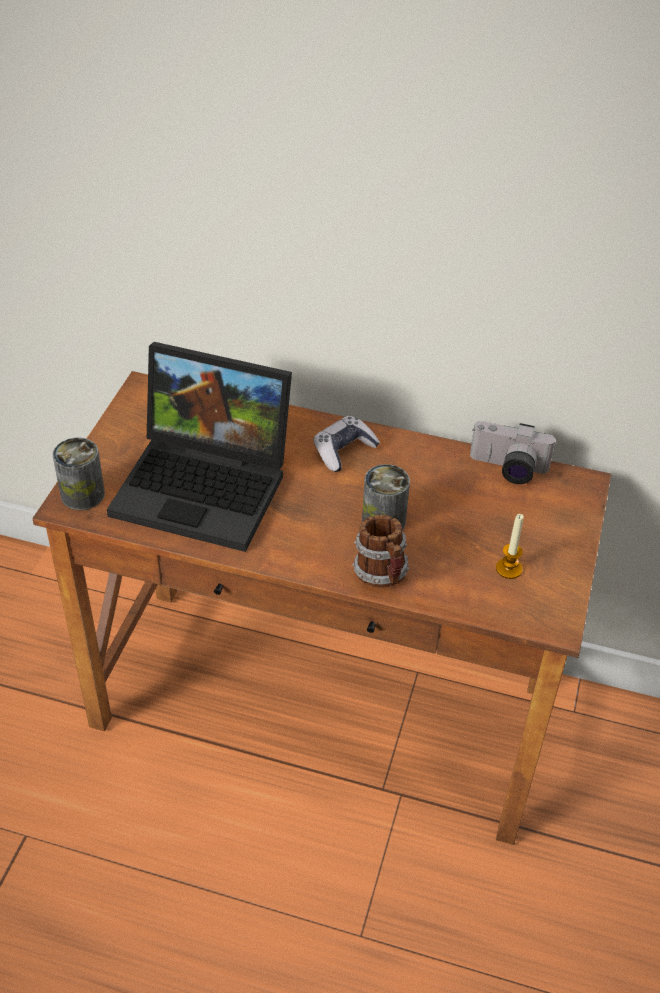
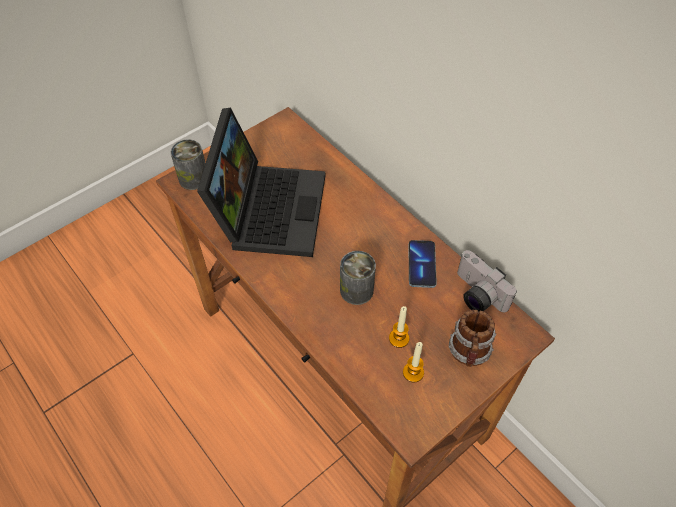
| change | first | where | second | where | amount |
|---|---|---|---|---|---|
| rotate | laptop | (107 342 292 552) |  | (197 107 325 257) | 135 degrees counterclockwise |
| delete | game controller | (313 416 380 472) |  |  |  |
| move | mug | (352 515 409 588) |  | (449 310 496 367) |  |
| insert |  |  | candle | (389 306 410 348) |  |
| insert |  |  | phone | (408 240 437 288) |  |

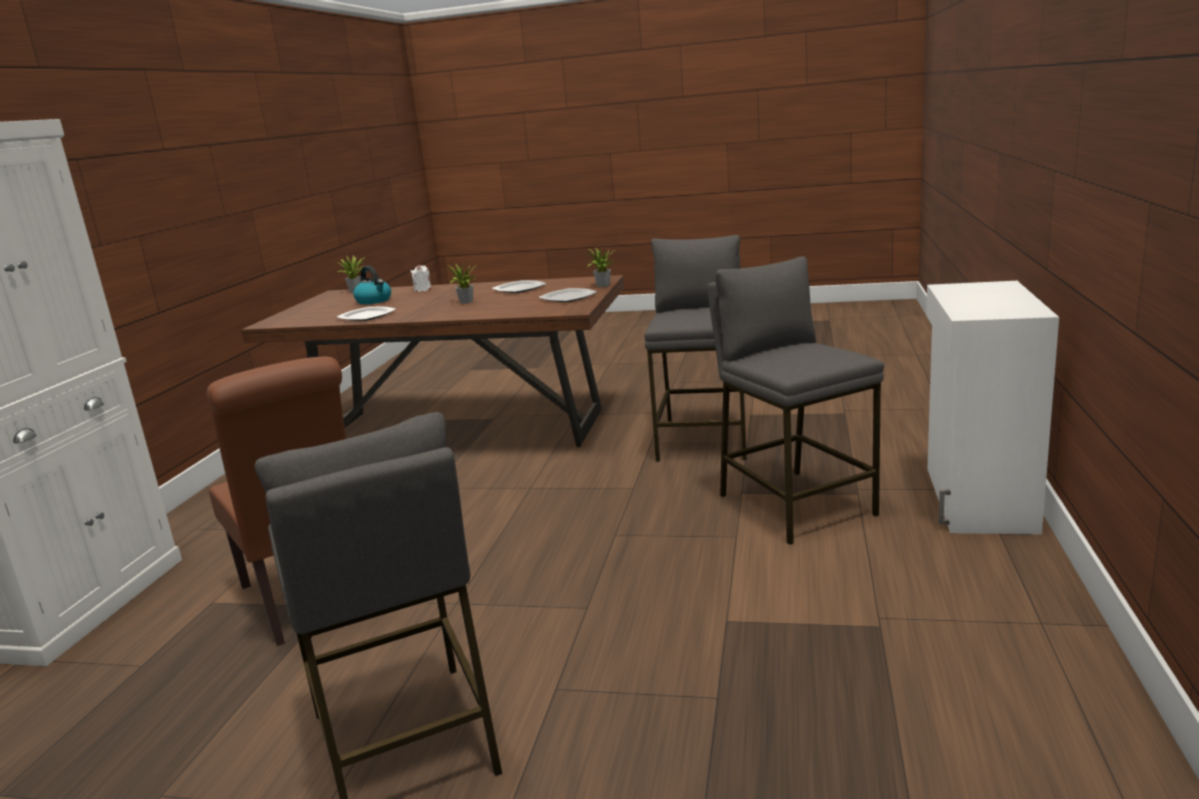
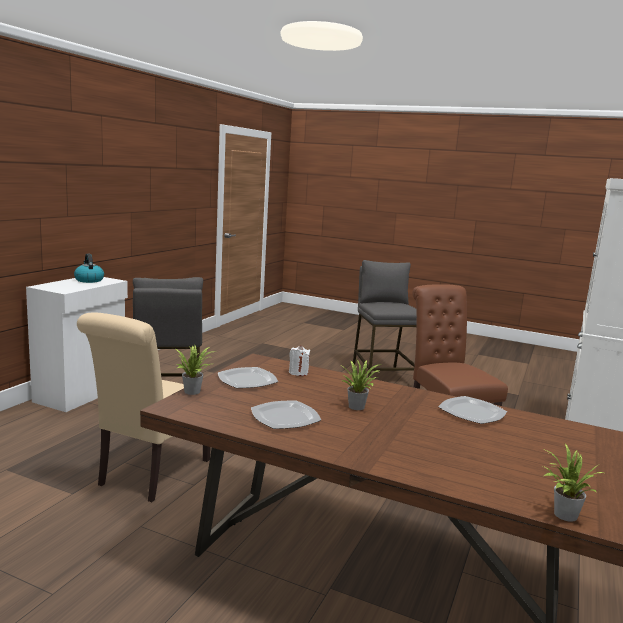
| change | first | where | second | where | amount |
|---|---|---|---|---|---|
| move | kettle | (353 266 391 304) |  | (74 254 104 283) |  |
| move | white candle | (411 265 432 292) |  | (289 345 310 376) |  |
| replace | grey stool | (644 235 747 462) | beige chair | (77 313 211 502) |  |

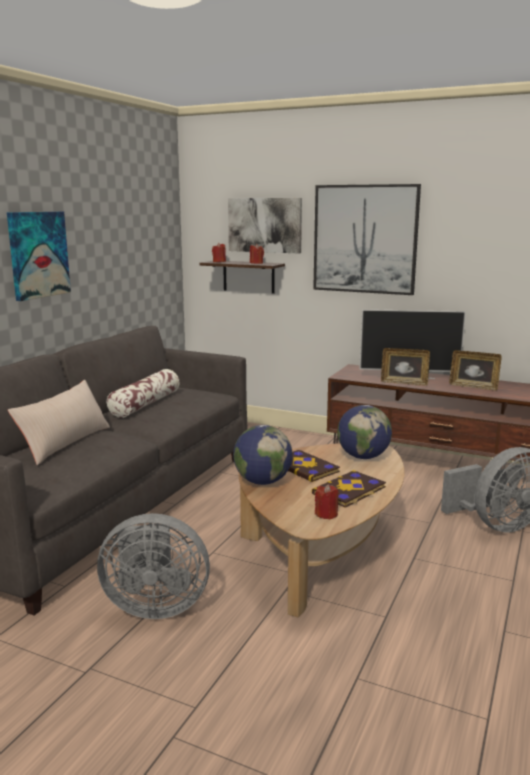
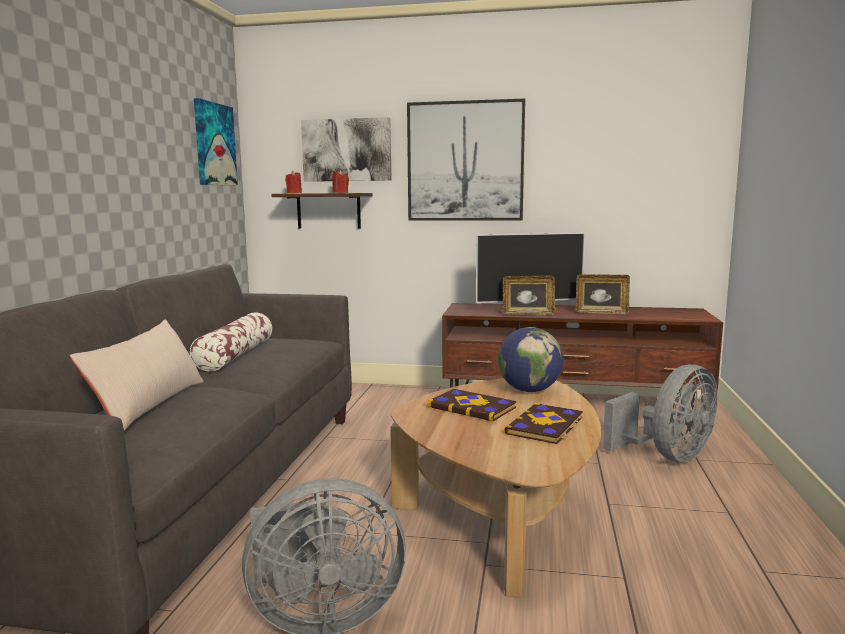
| change | first | where | second | where | amount |
|---|---|---|---|---|---|
| move | picture | (7 211 71 301) |  | (194 98 238 186) |  |
| delete | globe | (233 425 293 485) |  |  |  |
| delete | red candle | (315 484 339 519) |  |  |  |

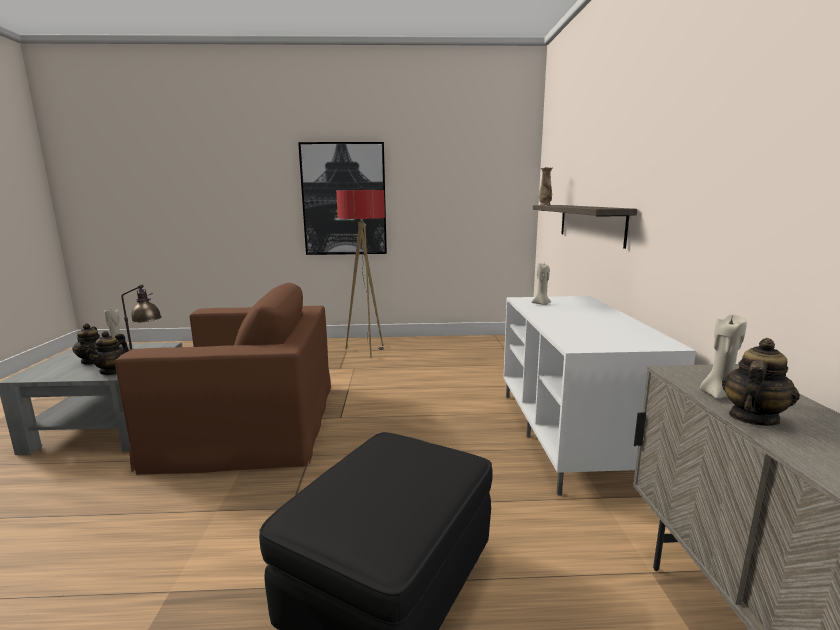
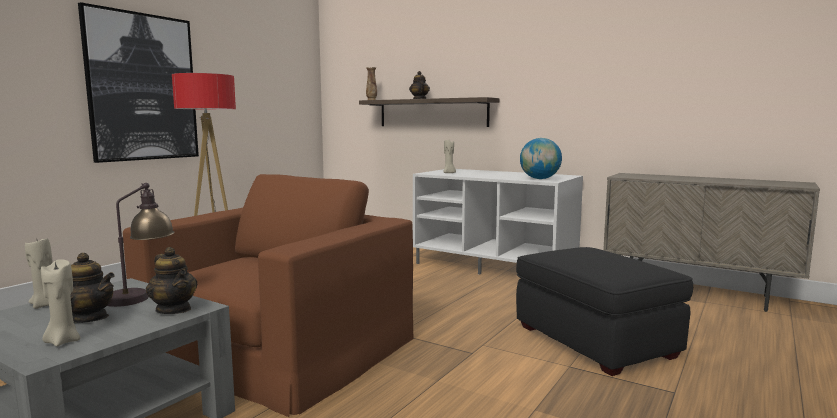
| change | first | where | second | where | amount |
|---|---|---|---|---|---|
| move | beige candle | (700 314 747 399) |  | (41 259 80 346) |  |
| move | teapot | (722 338 800 426) |  | (409 71 430 99) |  |
| insert |  |  | globe | (520 138 562 179) |  |

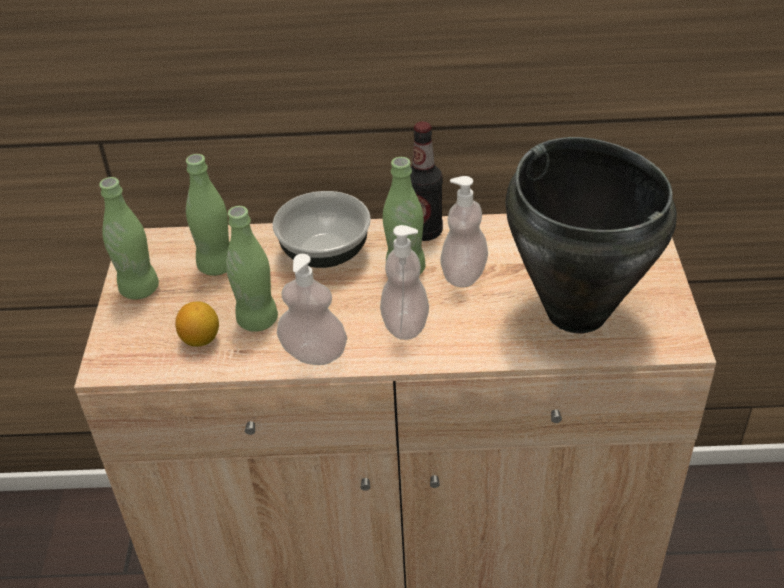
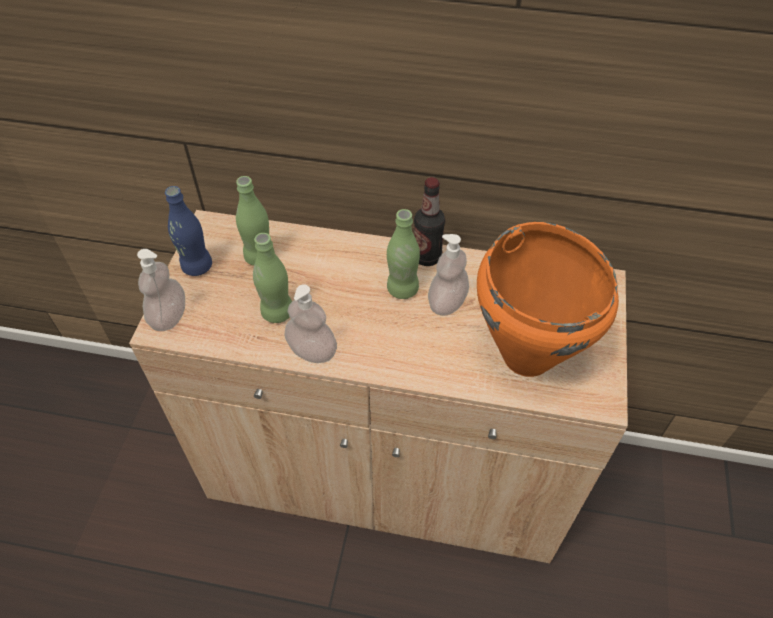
| change | first | where | second | where | amount |
|---|---|---|---|---|---|
| recolor | green bottle | (99 177 159 300) | blue bottle | (165 186 212 276) |  |
| delete | lemon | (175 301 219 346) |  |  |  |
| delete | bowl | (273 191 371 268) |  |  |  |
| move | soap dispenser | (380 225 429 340) |  | (137 249 185 331) |  |
| recolor | black cooking pot | (506 137 677 333) | orange cooking pot | (477 222 619 377) |  |

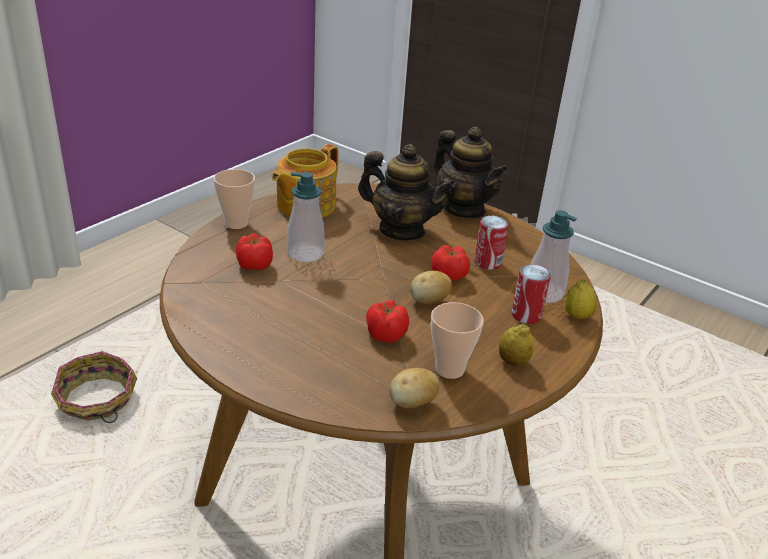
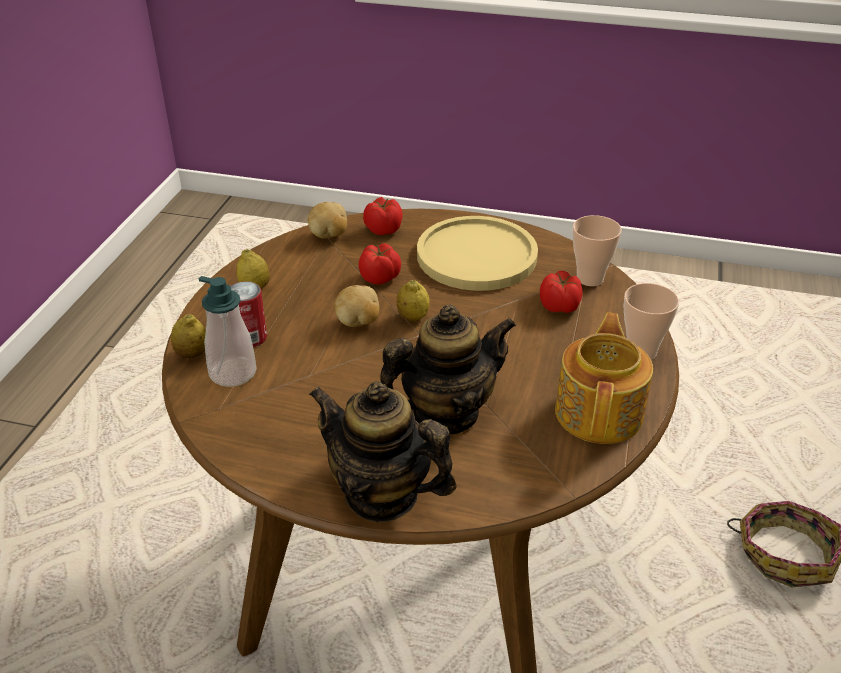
| change | first | where | second | where | amount |
|---|---|---|---|---|---|
| delete | soap dispenser | (287 172 325 262) |  |  |  |
| rotate | teapot | (358 144 455 240) |  | (380 305 516 434) | 150 degrees clockwise |
| move | tomato | (431 245 470 281) |  | (363 197 403 235) |  |
| move | cup | (431 302 484 379) |  | (572 215 622 286) |  |
| delete | can | (474 216 509 270) |  |  |  |
| insert |  |  | lemon | (397 280 430 321) |  |
| insert |  |  | yellow plate | (417 216 538 291) |  |

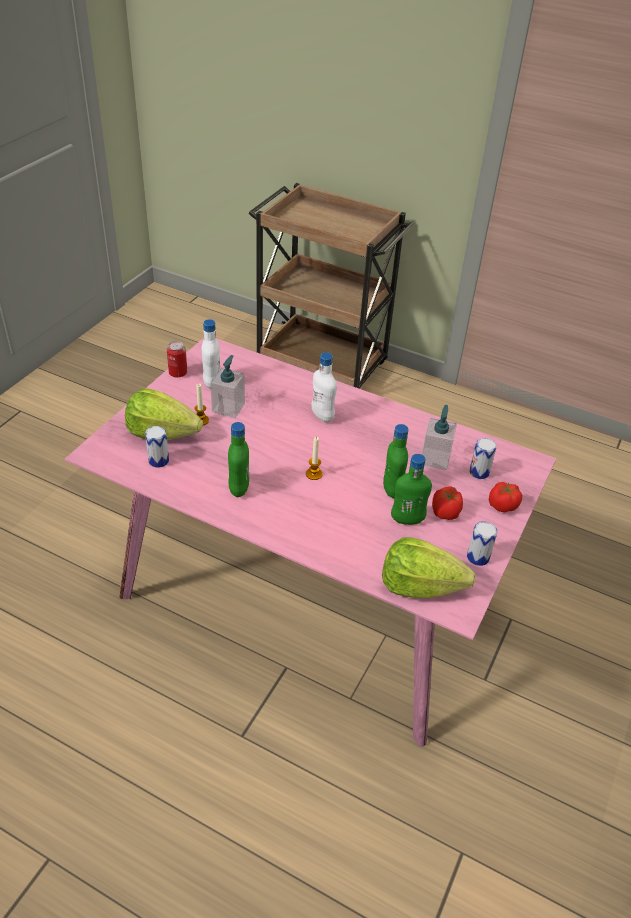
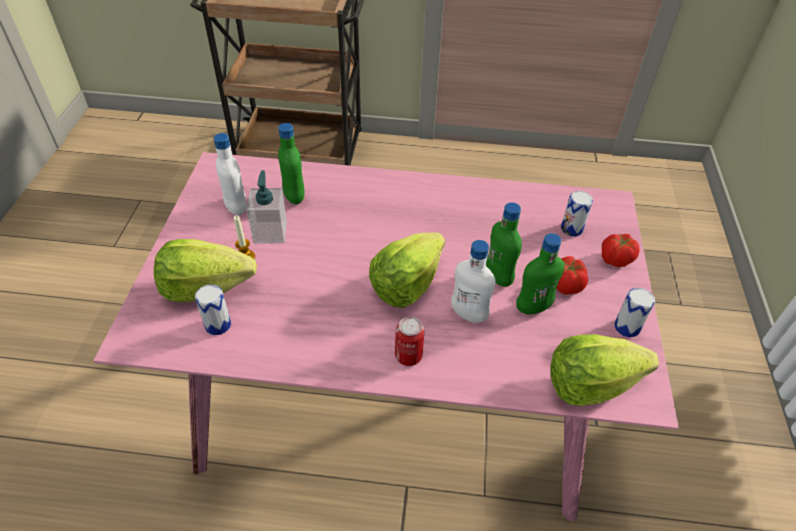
| change | first | where | second | where | amount |
|---|---|---|---|---|---|
| move | can | (167 341 187 378) |  | (395 317 424 366) |  |
| move | green bottle | (228 422 249 497) |  | (278 123 305 204) |  |
| replace | candle | (306 437 322 480) | lettuce | (369 232 445 308) |  |
| move | white bottle | (311 352 337 423) |  | (451 240 496 323) |  |
| delete | soap dispenser | (422 405 457 470) |  |  |  |

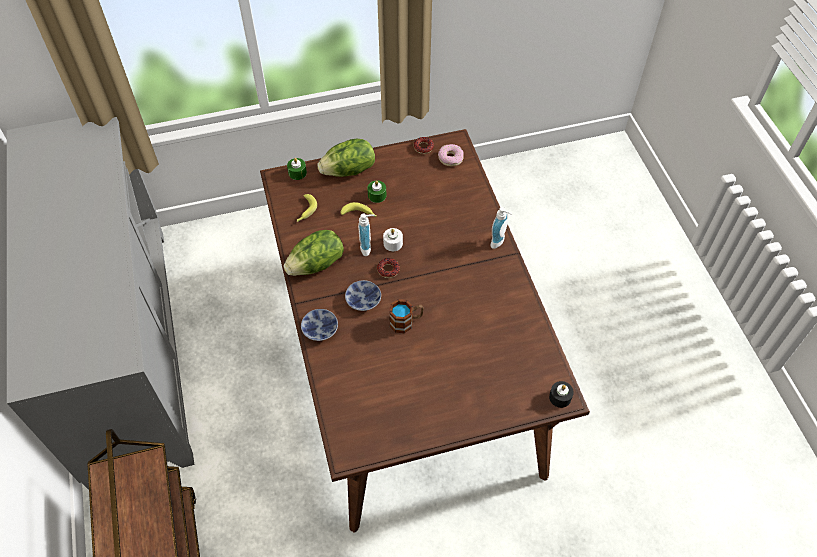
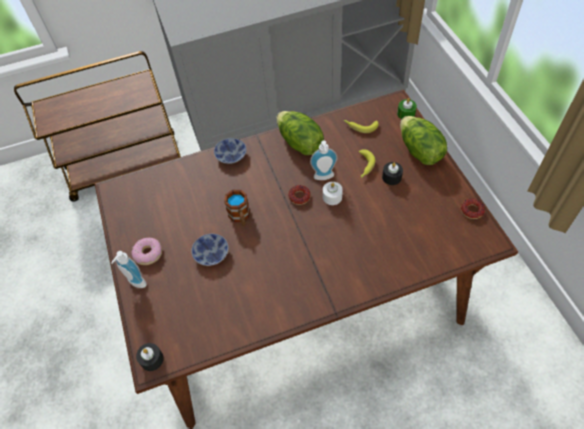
| change | first | where | second | where | amount |
|---|---|---|---|---|---|
| move | bowl | (345 280 381 311) |  | (191 234 229 266) |  |
| recolor | green candle | (367 181 386 203) | black candle | (382 162 403 185) |  |
| move | donut | (438 144 464 166) |  | (132 238 162 265) |  |
| move | soap dispenser | (490 207 512 249) |  | (111 251 147 288) |  |

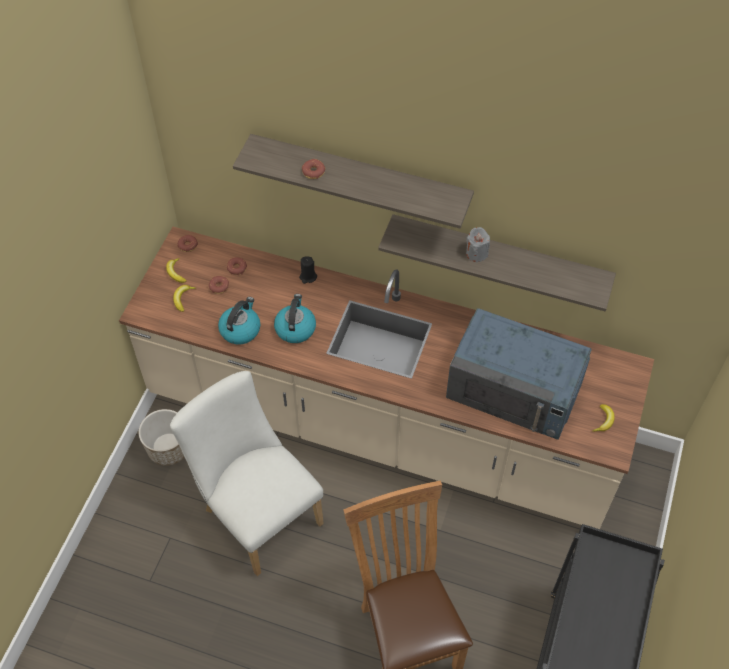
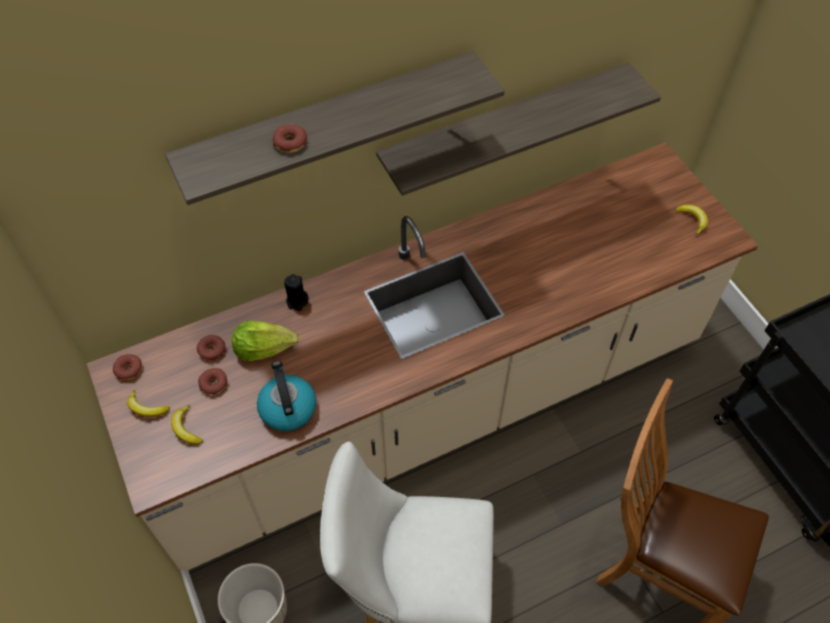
| change | first | where | second | where | amount |
|---|---|---|---|---|---|
| delete | kettle | (274 294 316 343) |  |  |  |
| delete | blue microwave | (446 308 592 440) |  |  |  |
| delete | grey candle | (466 227 490 262) |  |  |  |
| insert |  |  | lettuce | (232 321 299 361) |  |

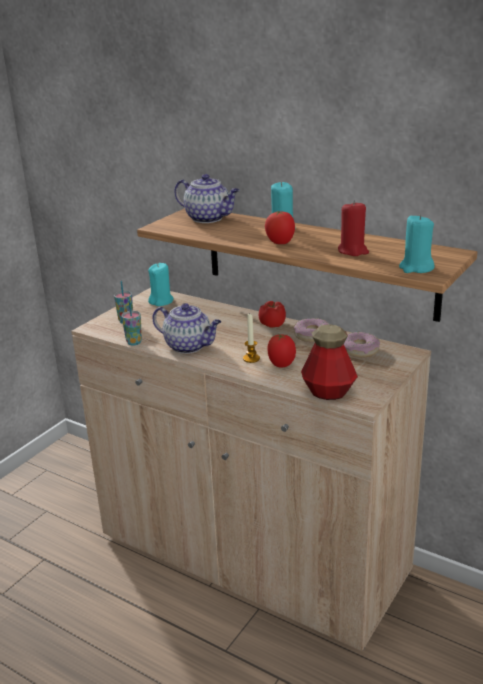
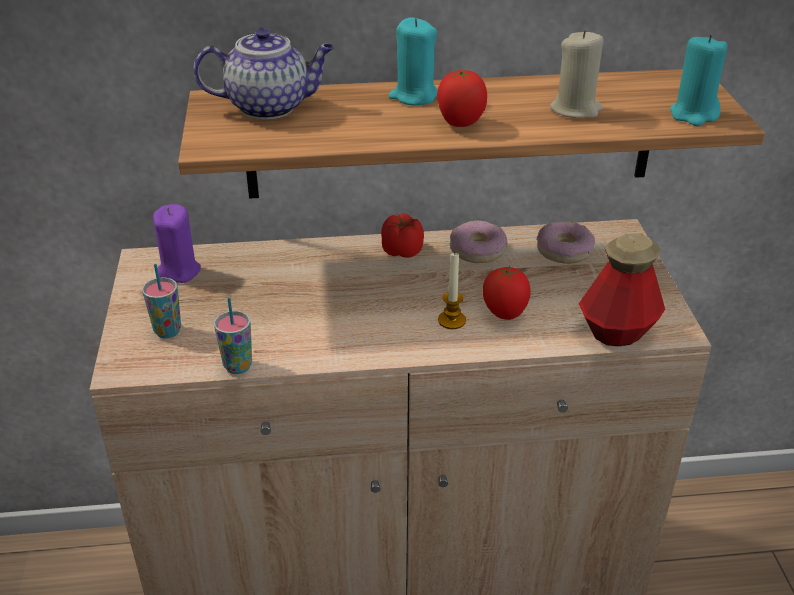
| change | first | where | second | where | amount |
|---|---|---|---|---|---|
| recolor | turquoise candle | (148 263 173 306) | purple candle | (153 204 201 283) |  |
| delete | teapot | (152 303 221 354) |  |  |  |
| recolor | red candle | (338 200 369 256) | beige candle | (550 30 604 118) |  |

